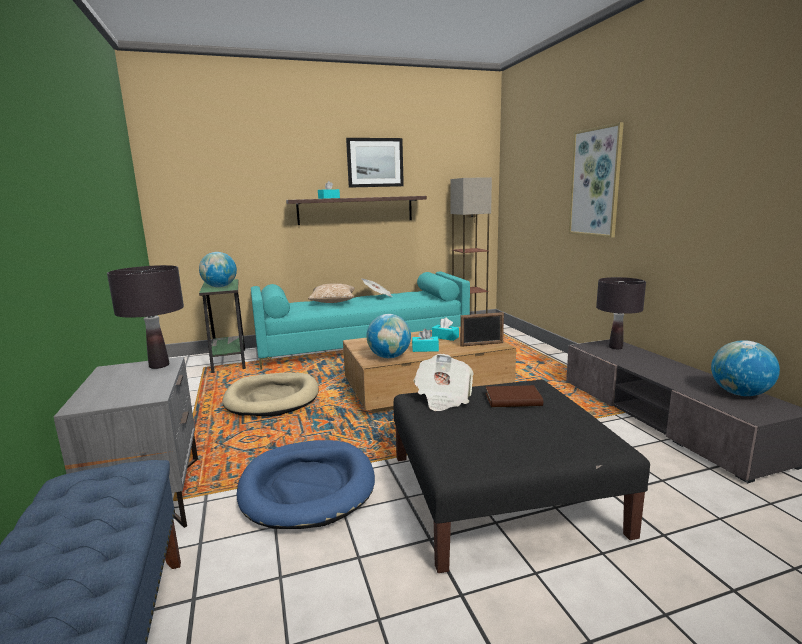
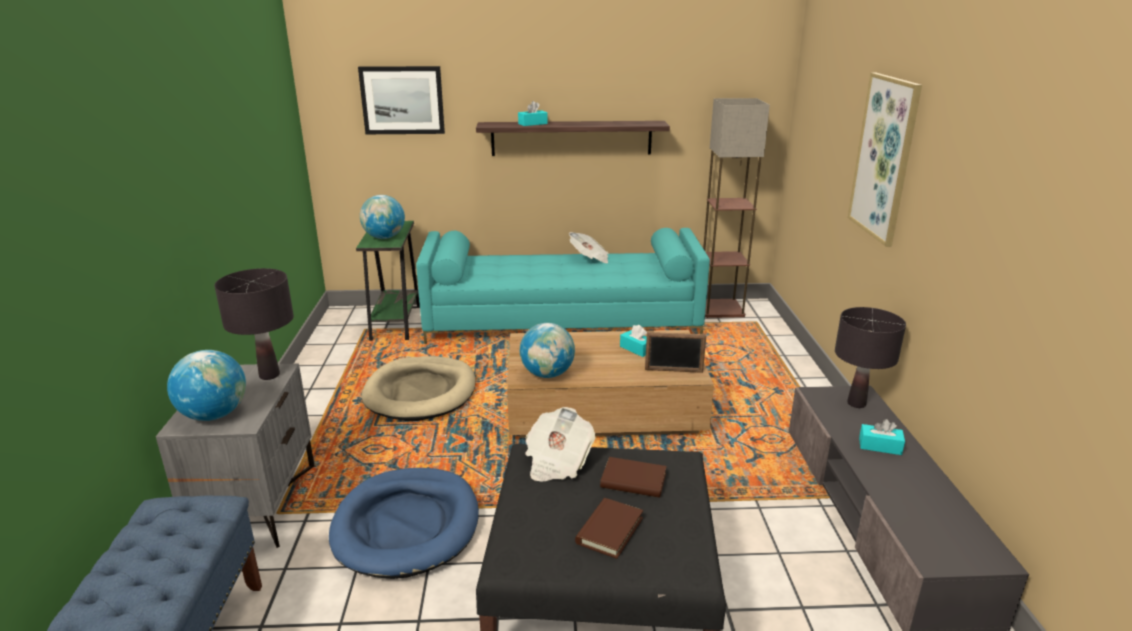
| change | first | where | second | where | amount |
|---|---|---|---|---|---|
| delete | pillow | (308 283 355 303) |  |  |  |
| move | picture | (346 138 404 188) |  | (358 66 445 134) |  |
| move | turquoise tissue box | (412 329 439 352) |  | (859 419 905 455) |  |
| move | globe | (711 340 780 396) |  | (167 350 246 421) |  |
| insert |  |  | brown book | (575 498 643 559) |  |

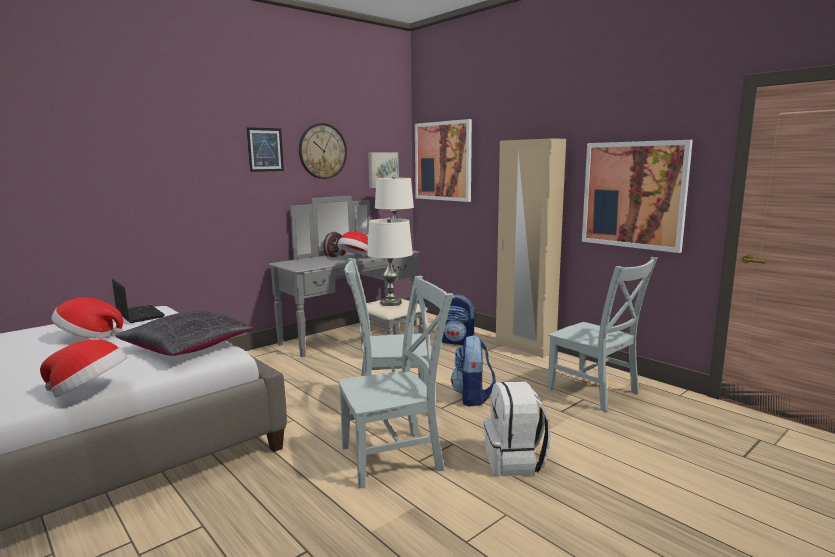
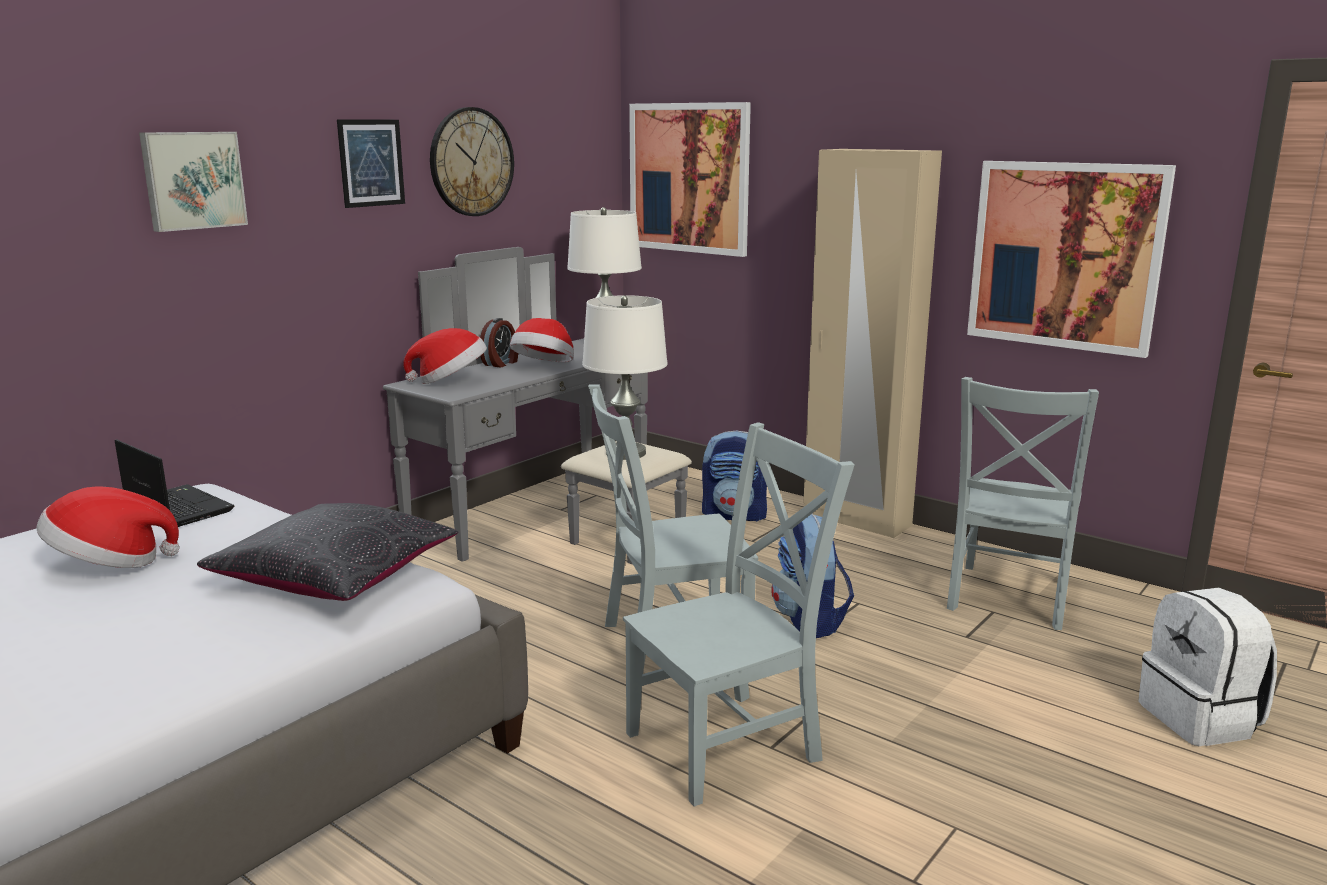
| change | first | where | second | where | amount |
|---|---|---|---|---|---|
| move | hat | (40 339 127 397) |  | (403 328 487 384) |  |
| move | picture | (368 152 399 188) |  | (139 132 248 232) |  |
| move | white backpack | (484 381 551 477) |  | (1138 588 1277 746) |  |
| rotate | grey chair | (547 257 657 412) |  | (947 377 1099 630) | 75 degrees clockwise |

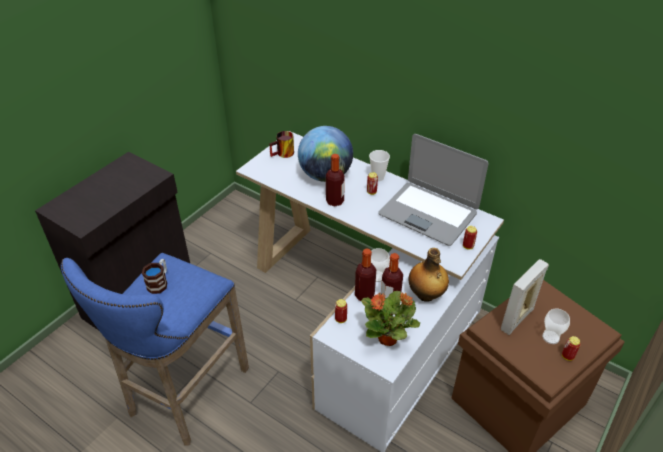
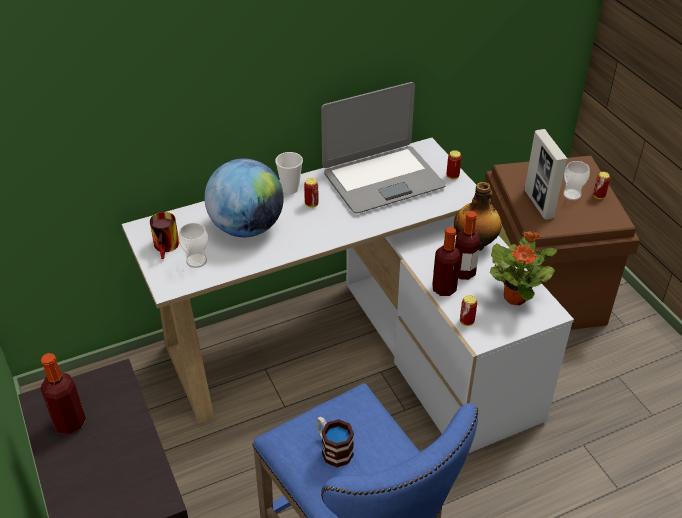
| change | first | where | second | where | amount |
|---|---|---|---|---|---|
| move | bottle | (326 154 345 207) |  | (41 353 86 435) |  |
| move | cup | (371 248 390 282) |  | (179 223 208 268) |  |

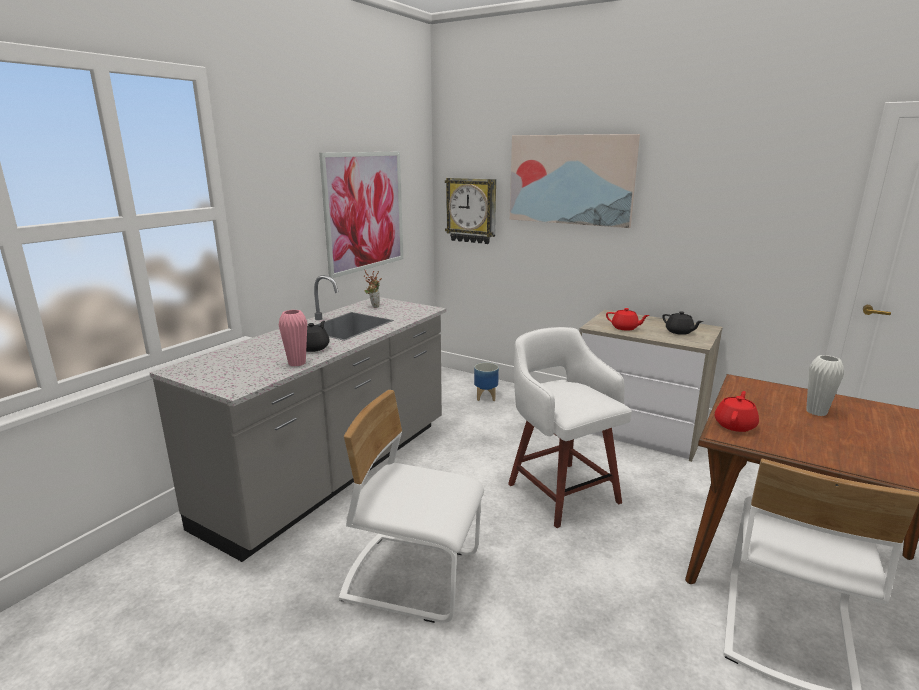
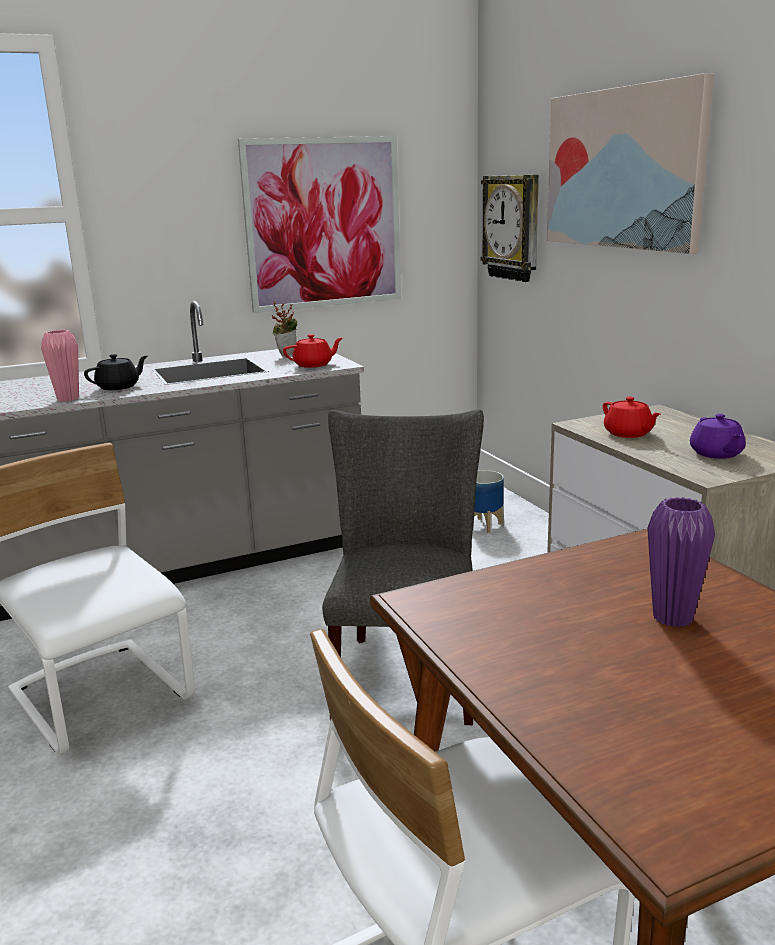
| change | first | where | second | where | amount |
|---|---|---|---|---|---|
| replace | white stool | (508 327 632 528) | grey chair | (322 409 484 725) |  |
| recolor | black teapot | (662 311 703 335) | purple teapot | (690 414 746 459) |  |
| move | red teapot | (715 391 759 432) |  | (283 334 343 368) |  |
| recolor | white vase | (806 355 844 416) | purple vase | (647 497 715 627) |  |

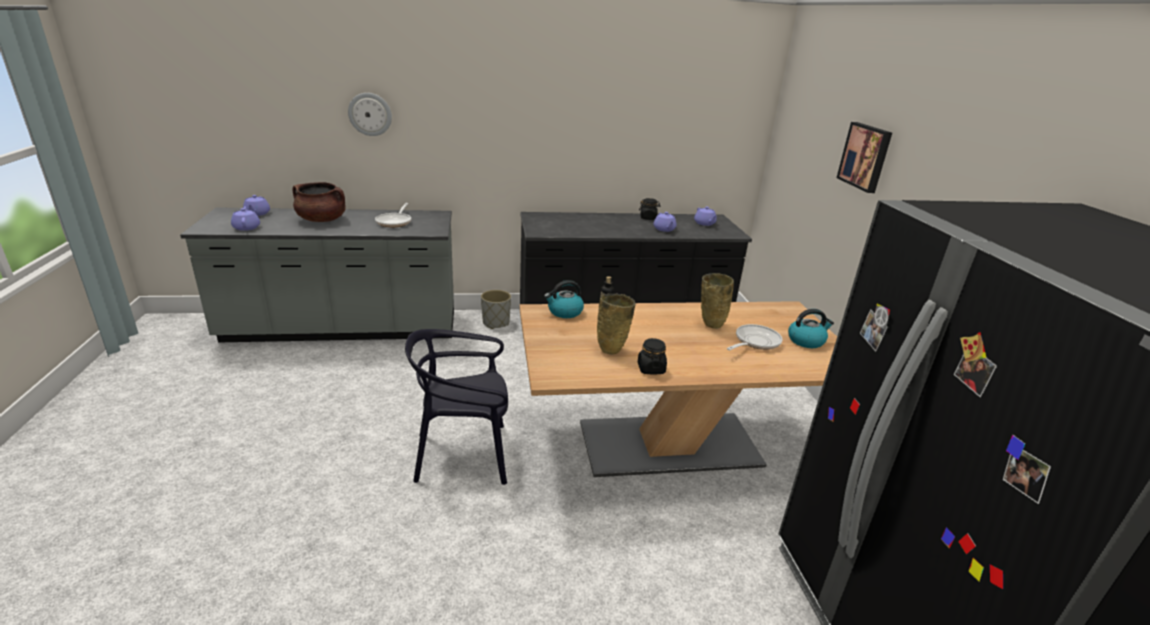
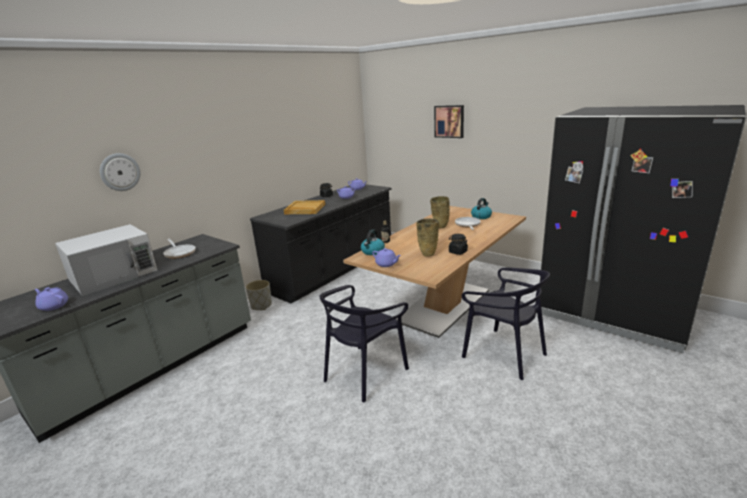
| change | first | where | second | where | amount |
|---|---|---|---|---|---|
| move | purple teapot | (243 195 270 216) |  | (372 248 401 267) |  |
| replace | brown cooking pot | (293 182 346 222) | white microwave | (55 224 157 296) |  |
| insert |  |  | beige tray | (284 200 325 214) |  |
| insert |  |  | black chair | (462 268 550 380) |  |

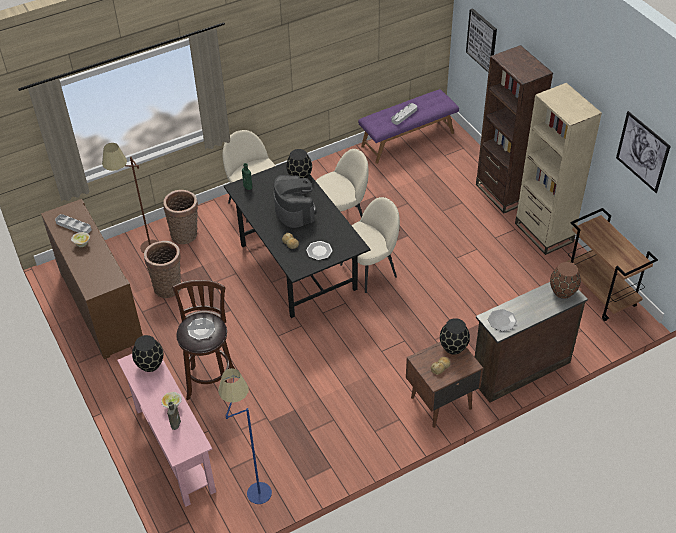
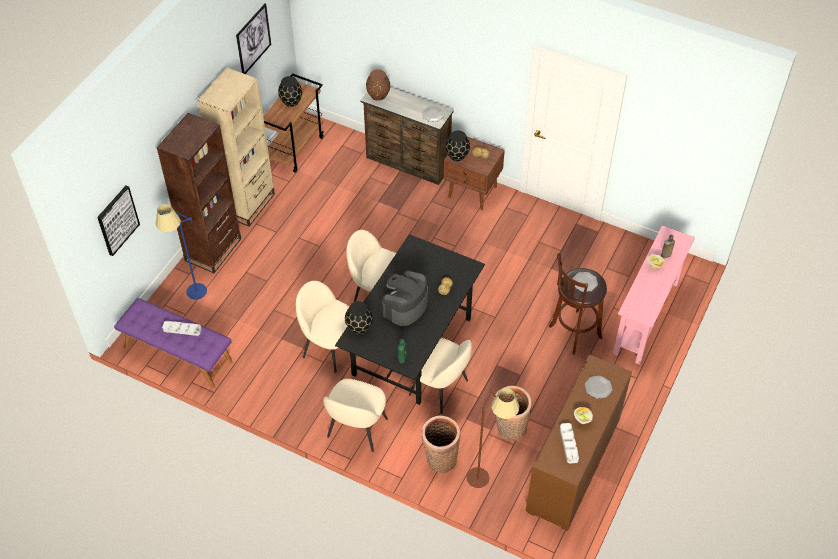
| change | first | where | second | where | amount |
|---|---|---|---|---|---|
| move | black vase | (132 335 163 372) |  | (278 76 302 107) |  |
| move | blue floor lamp | (218 368 272 504) |  | (156 204 207 300) |  |
| move | plate | (306 241 333 260) |  | (585 376 613 399) |  |
| insert |  |  | beige chair | (409 338 472 414) |  |

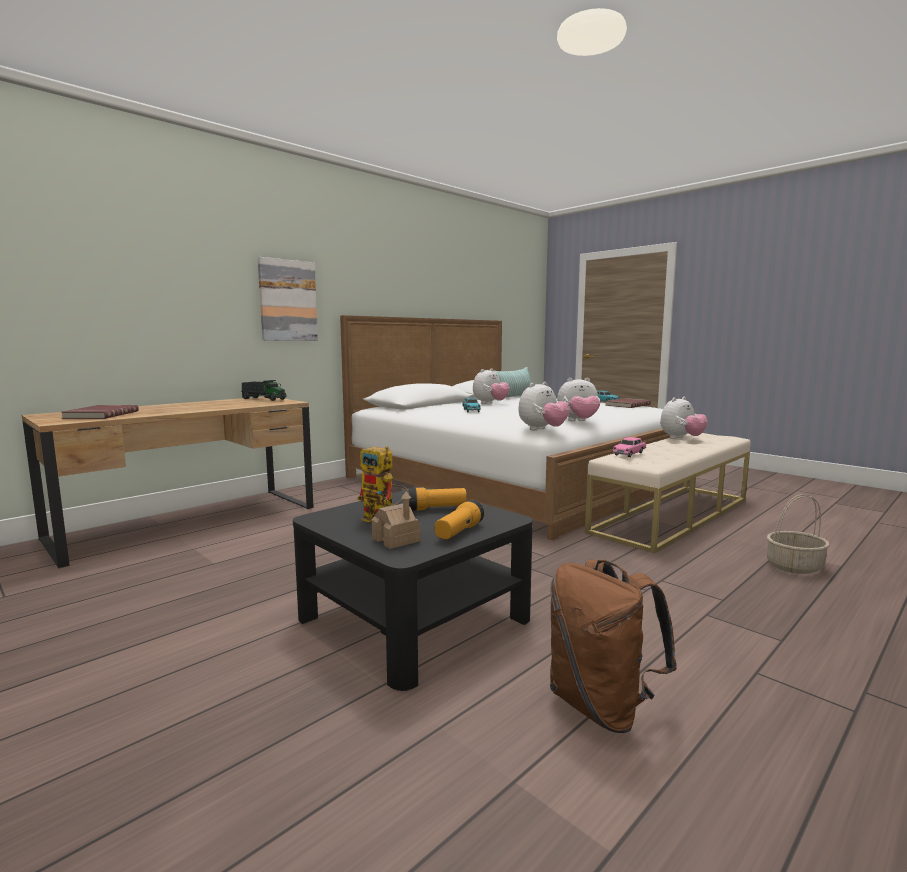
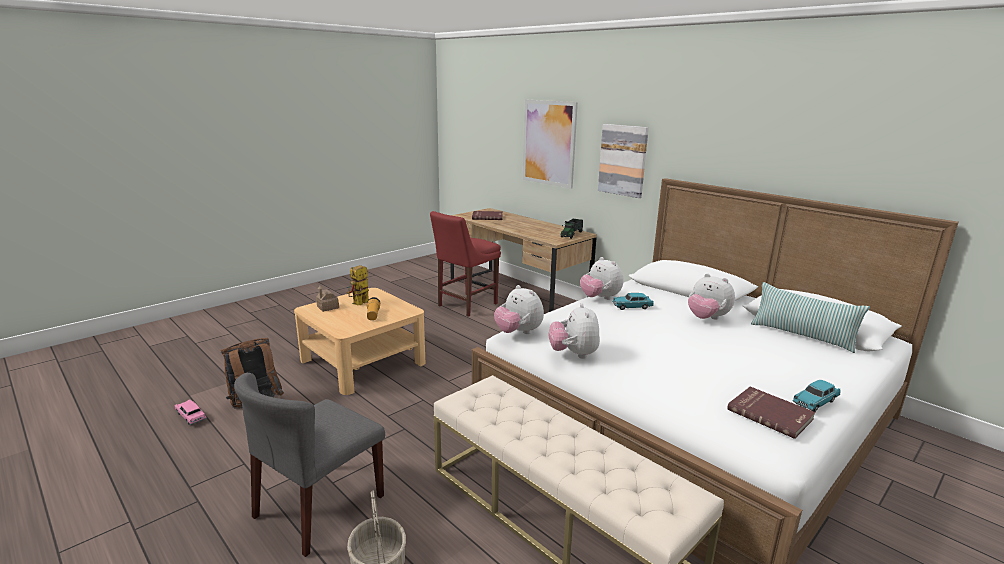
| change | first | where | second | where | amount |
|---|---|---|---|---|---|
| recolor | black coffee table | (293 487 533 691) | beige coffee table | (294 288 425 395) |  |
| delete | flashlight | (434 500 484 539) |  |  |  |
| move | pink toy car | (612 437 646 457) |  | (174 400 207 425) |  |
| move | plush toy | (660 397 708 439) |  | (580 257 623 300) |  |
| insert |  |  | grey chair | (234 373 385 557) |  |
| insert |  |  | red chair | (430 211 501 317) |  |
| insert |  |  | picture | (523 100 578 189) |  |

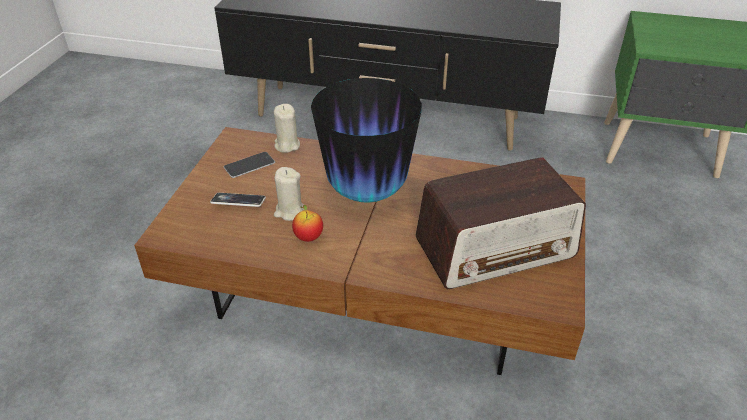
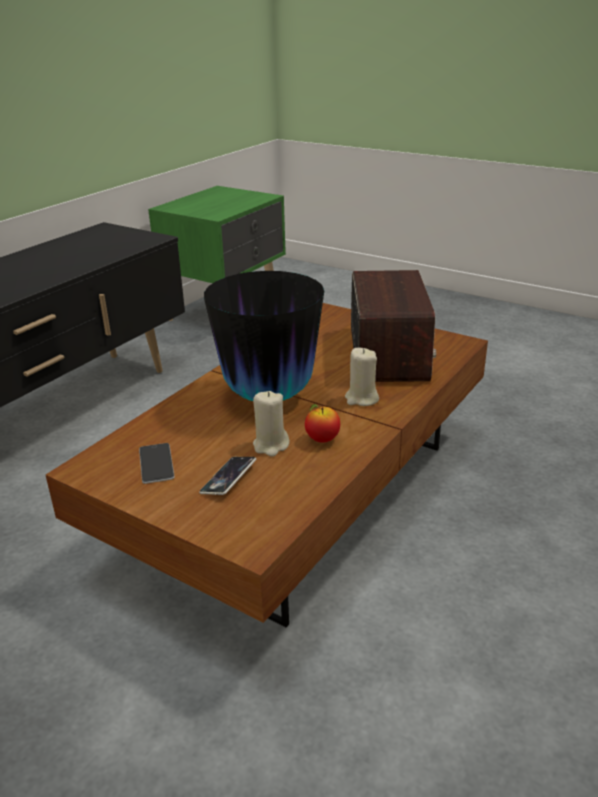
| change | first | where | second | where | amount |
|---|---|---|---|---|---|
| move | beige candle | (274 104 300 153) |  | (345 348 379 406) |  |

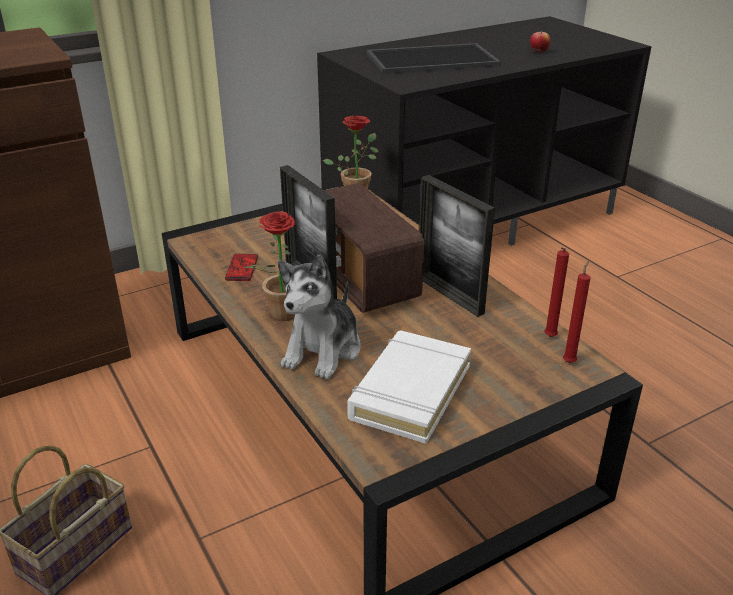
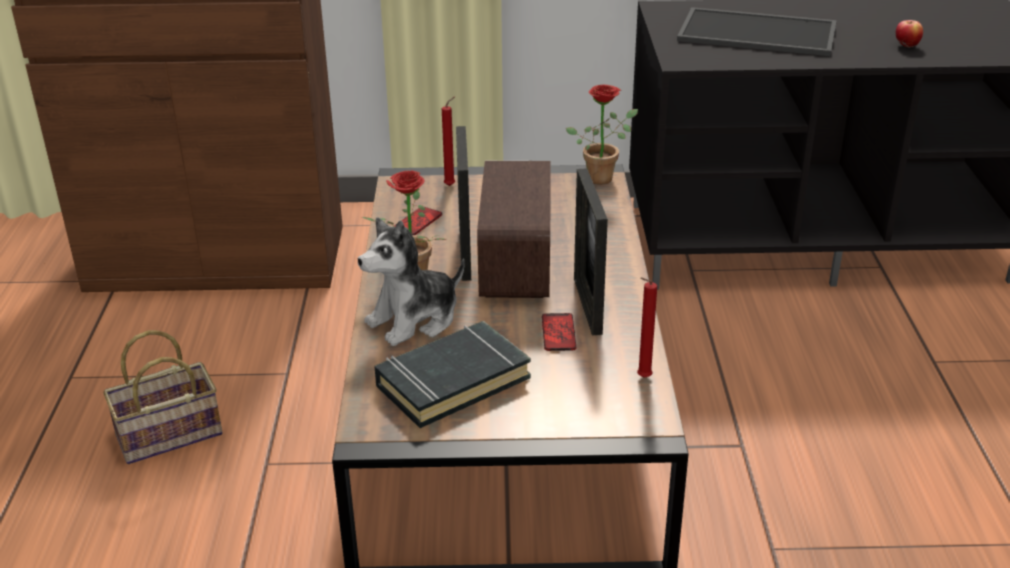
| change | first | where | second | where | amount |
|---|---|---|---|---|---|
| recolor | white book | (347 330 471 444) | black book | (374 321 531 428) |  |
| move | red candle | (563 260 590 363) |  | (442 96 455 186) |  |
| insert |  |  | phone | (542 313 576 351) |  |

